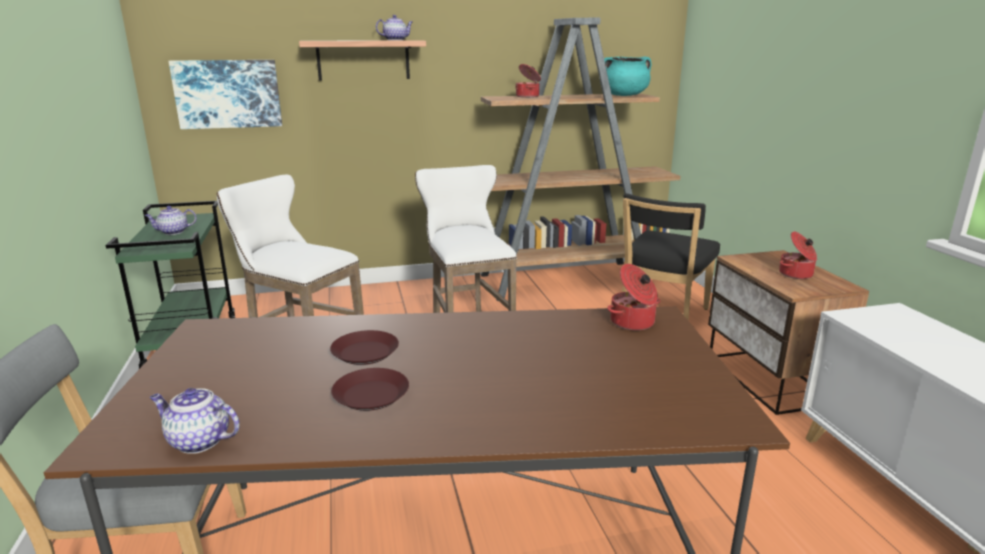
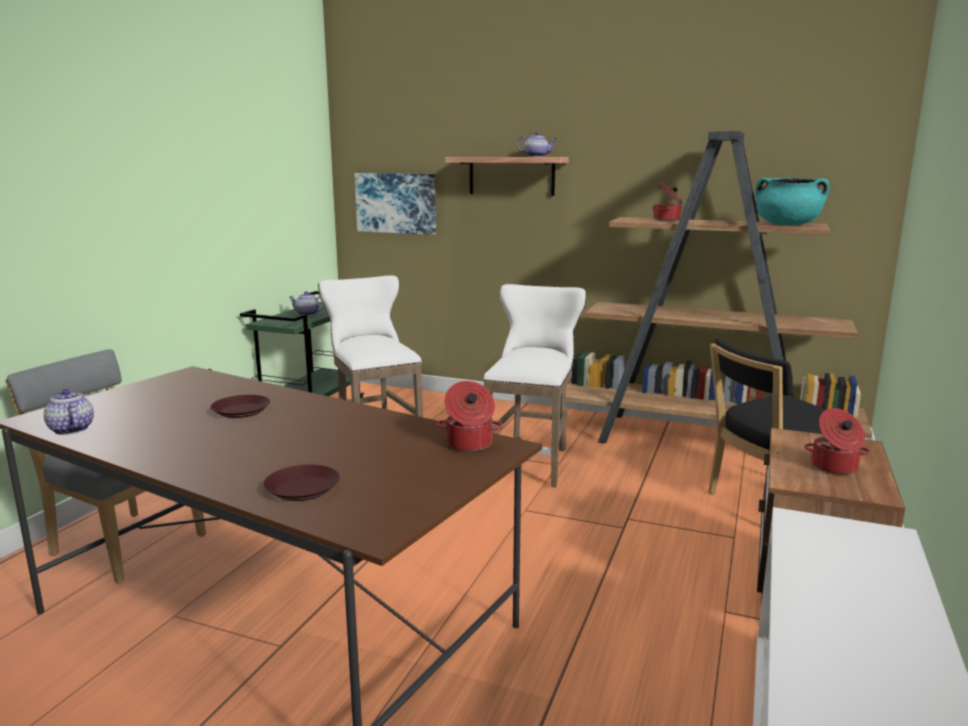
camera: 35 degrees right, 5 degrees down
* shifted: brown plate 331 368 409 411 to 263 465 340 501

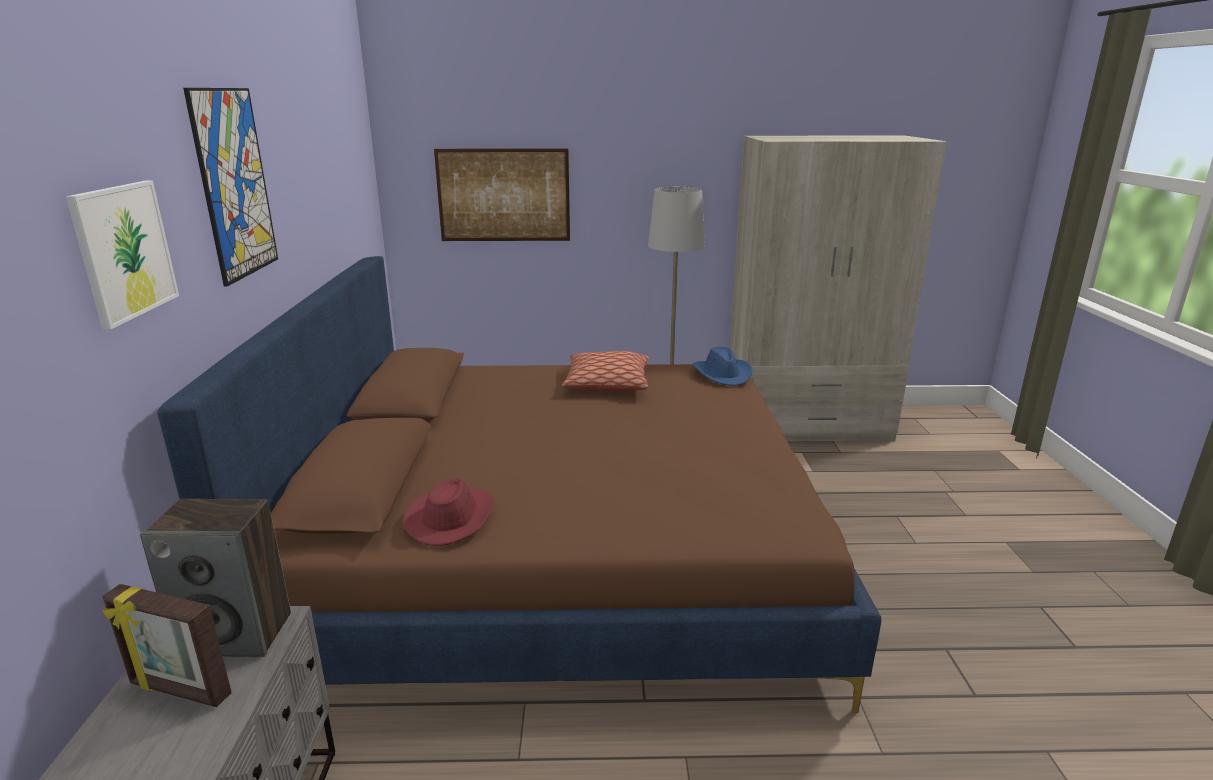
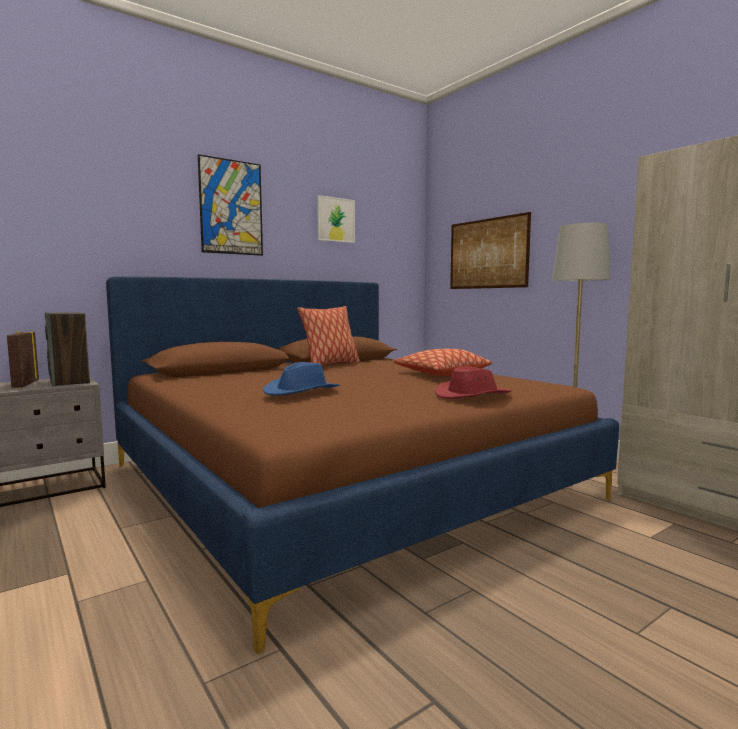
camera: 55 degrees right, 15 degrees down
* new: pillow 297 306 360 366
* shifted: wall art 66 181 179 330 to 317 195 355 243
* shifted: red clothing hat 402 478 495 546 to 435 367 512 399
* shifted: blue-coloured clothing hat 692 347 752 386 to 263 362 339 395

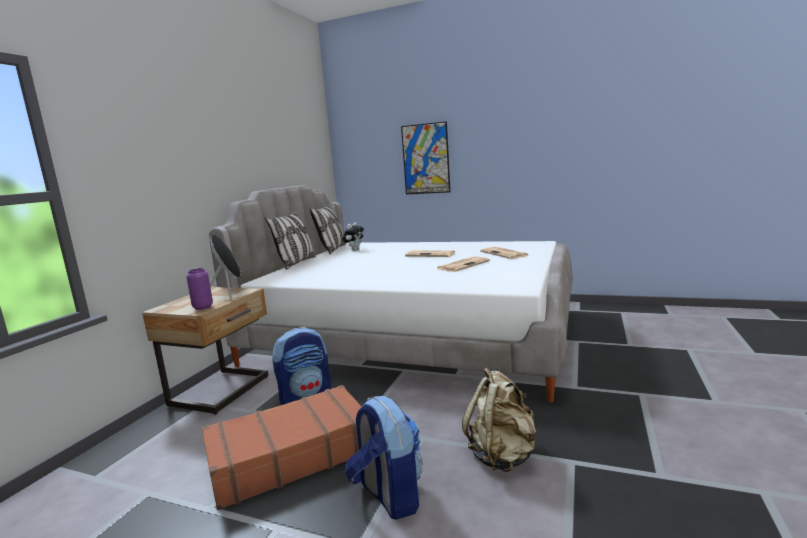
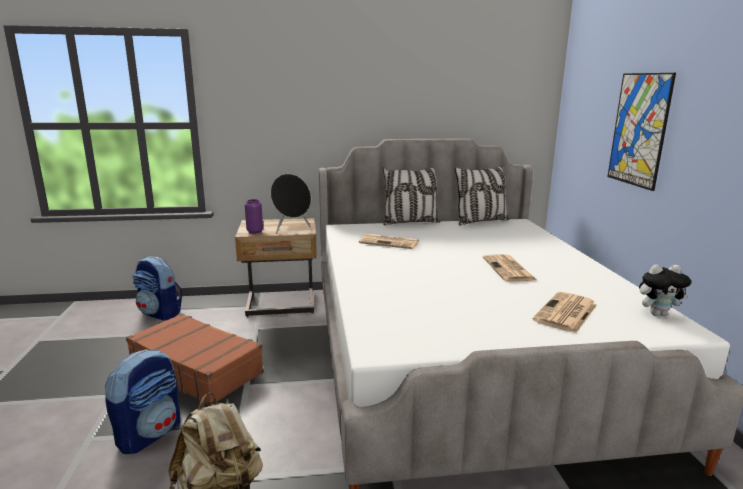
camera: 60 degrees right, 5 degrees up
* shifted: knapsack 273 327 331 405 to 132 257 182 321
* shifted: cuddly toy 343 222 364 250 to 639 264 691 316
* shifted: newspaper 437 256 490 272 to 359 234 419 249

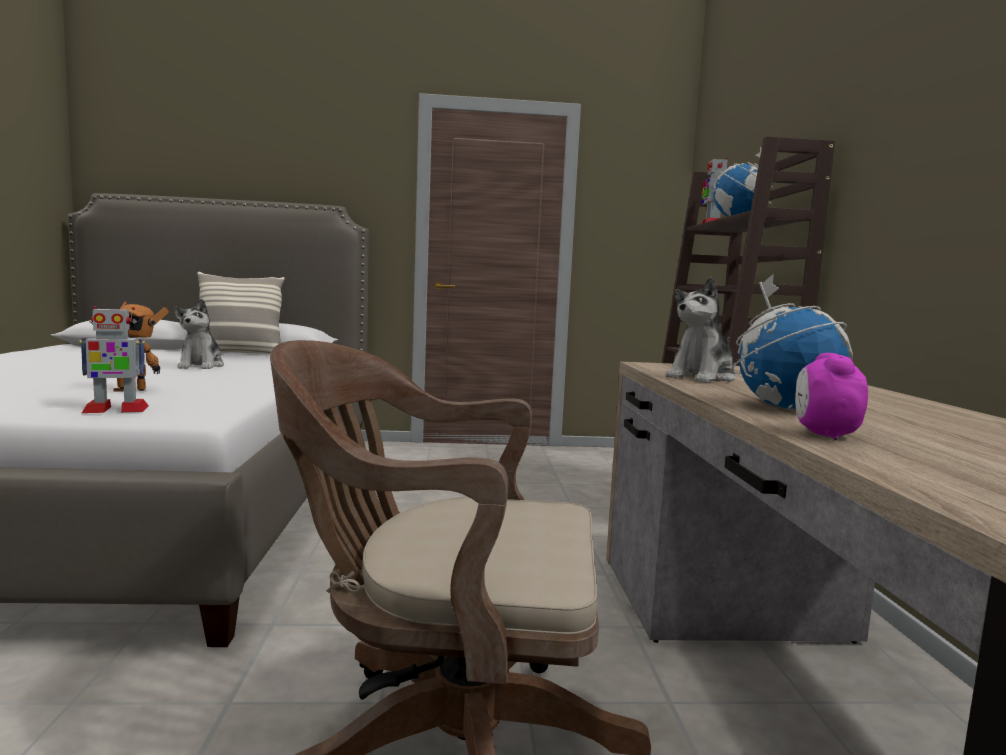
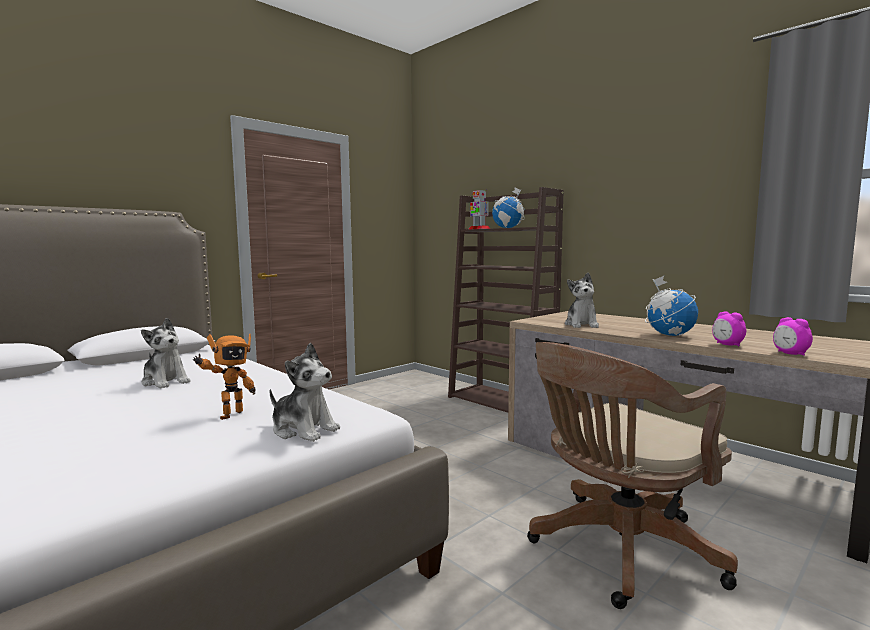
camera: 40 degrees left, 0 degrees up
* gone: pillow 197 272 284 354
* new: bedside clock 773 317 813 356
* swapped: robot figure 79 306 149 413 to cuddly toy 270 343 340 442

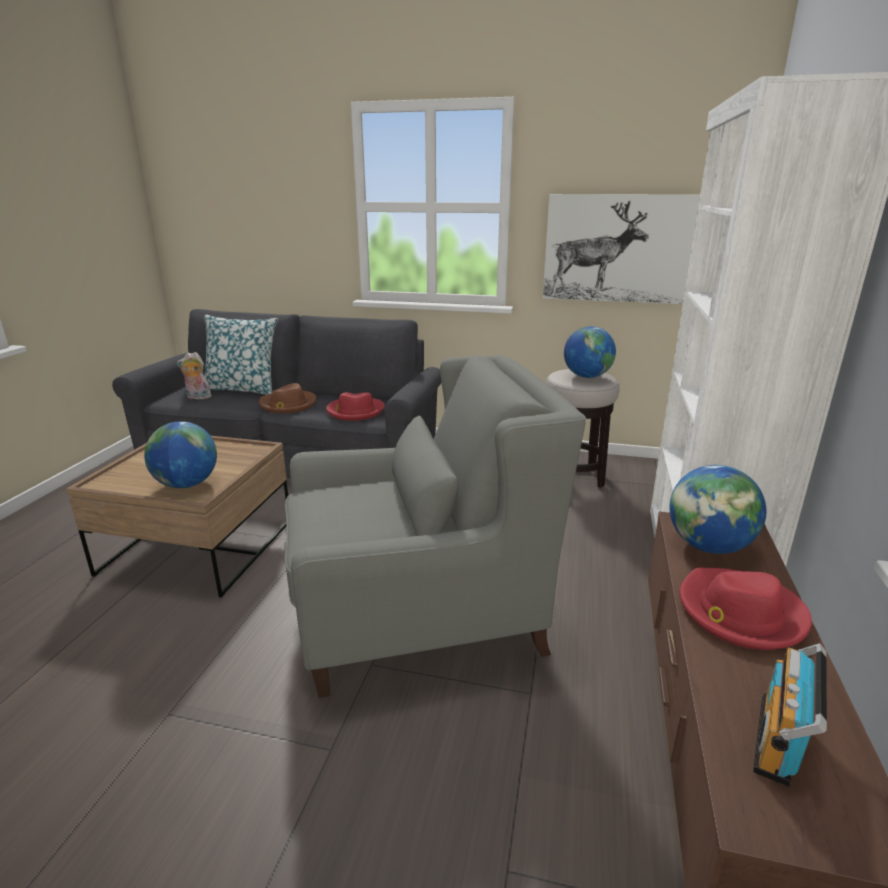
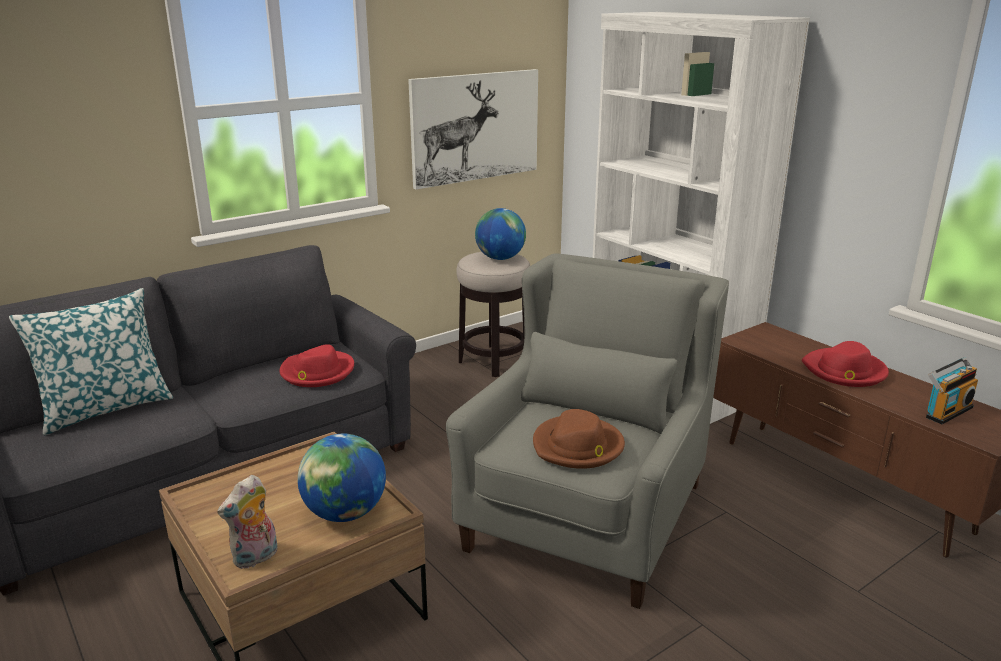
camera: 50 degrees left, 0 degrees up
* gone: desk globe 670 465 766 554
* shifted: cuddly toy 177 352 212 399 to 217 475 278 569
* shifted: brown clothing hat 259 383 317 413 to 533 409 625 469
* rotated: radio 753 643 827 787 = 926 357 978 424 105 degrees counterclockwise

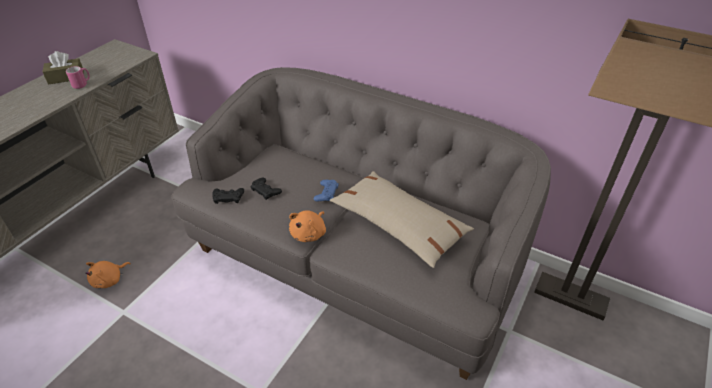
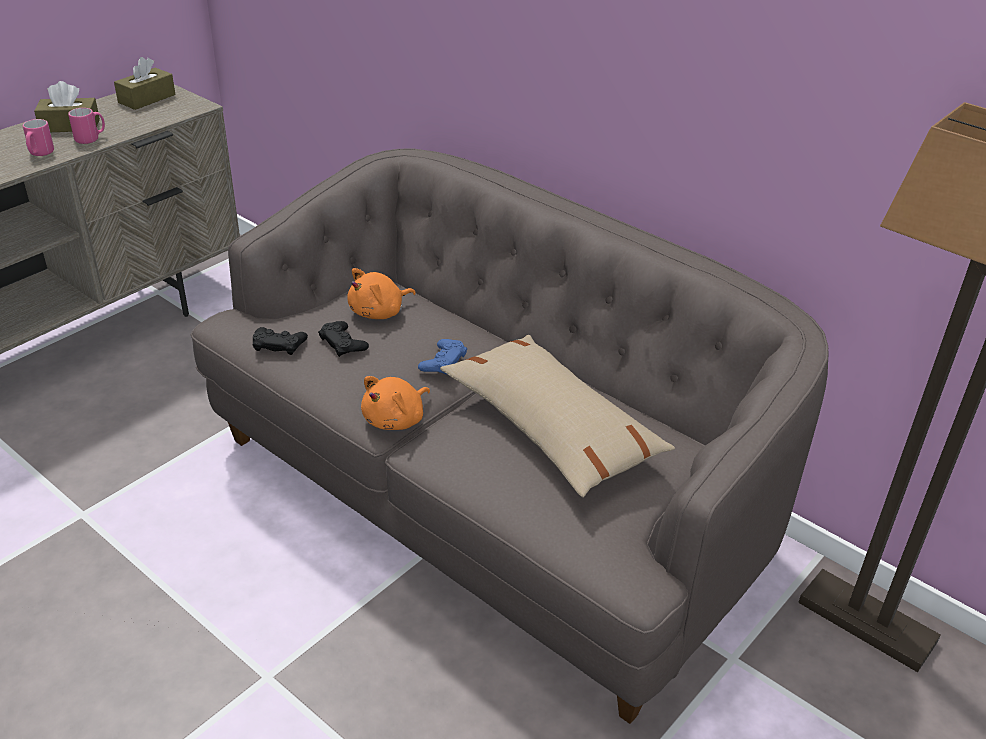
camera: 10 degrees right, 5 degrees down
* new: pink mug 23 119 54 156
* new: brown tissue holder 114 57 175 110
* shifted: orange cuddly toy 85 261 131 288 to 347 268 416 319

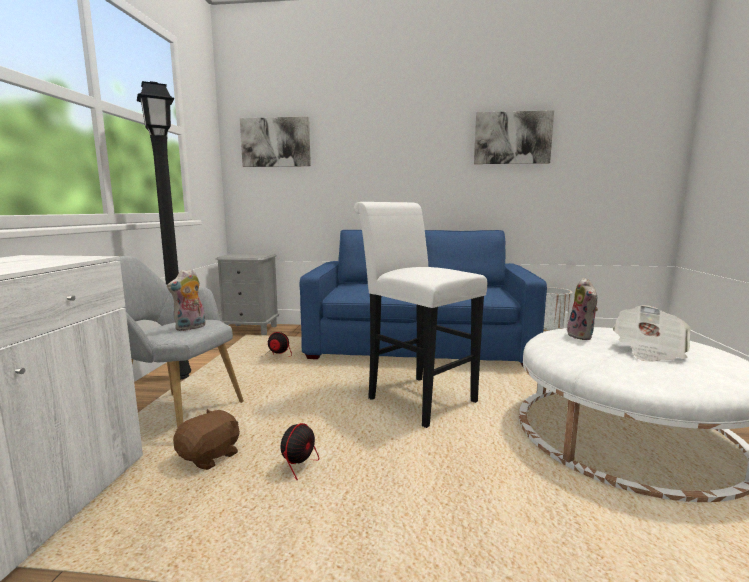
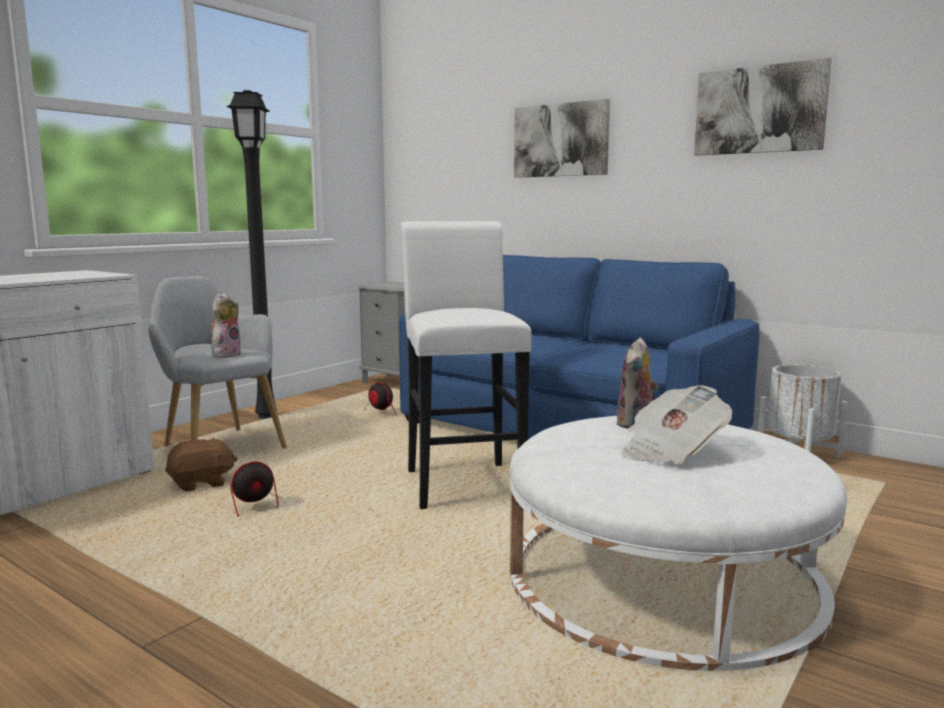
camera: 30 degrees right, 0 degrees up
* shifted: wall art 240 117 311 167 to 514 99 610 178
* rotated: cuddly toy 167 268 205 331 = 211 293 241 358 135 degrees clockwise

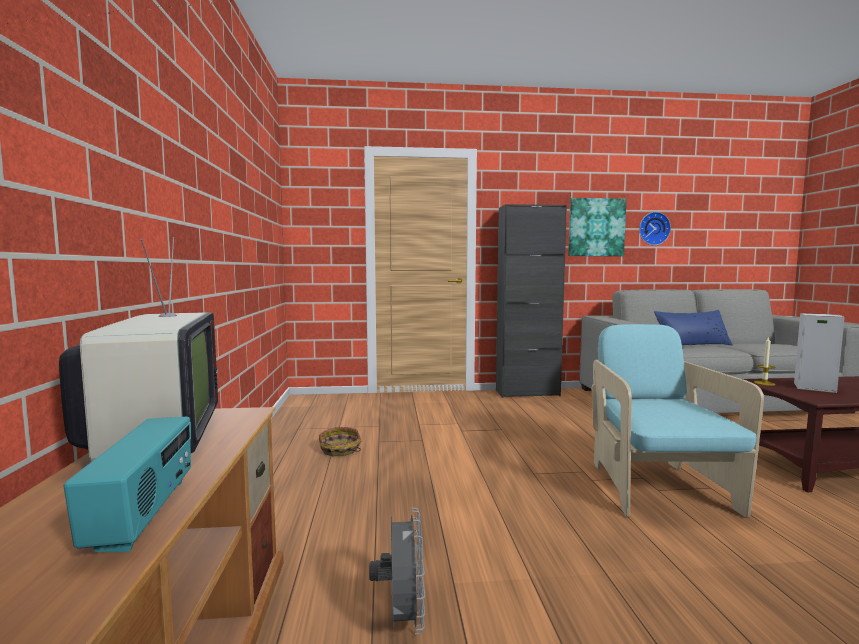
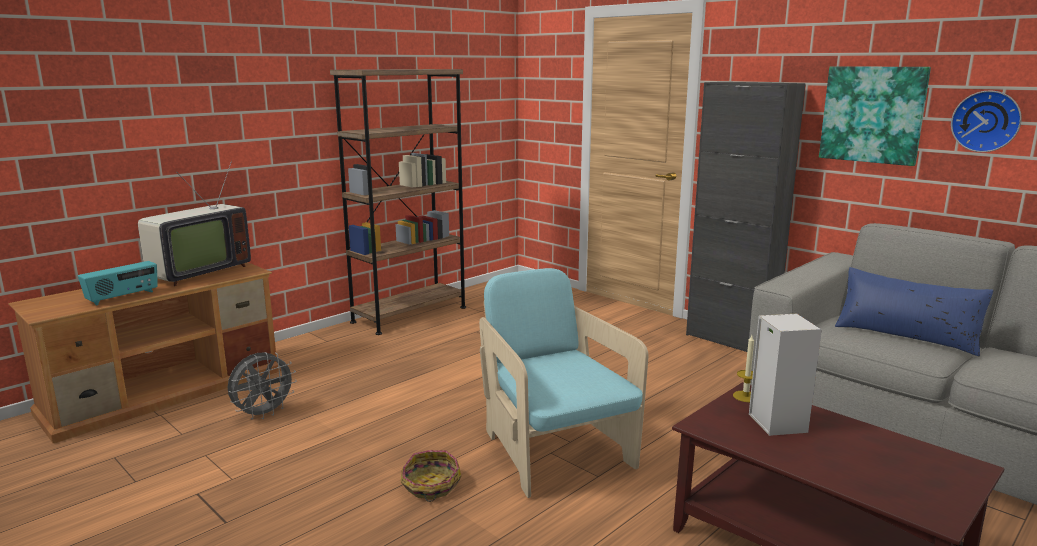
camera: 50 degrees right, 10 degrees up
* new: brown shelving unit 330 69 466 335
* shifted: household basket 319 427 362 456 to 401 450 462 502
* rotated: turquoise armchair 592 324 764 518 = 479 268 649 498 75 degrees counterclockwise

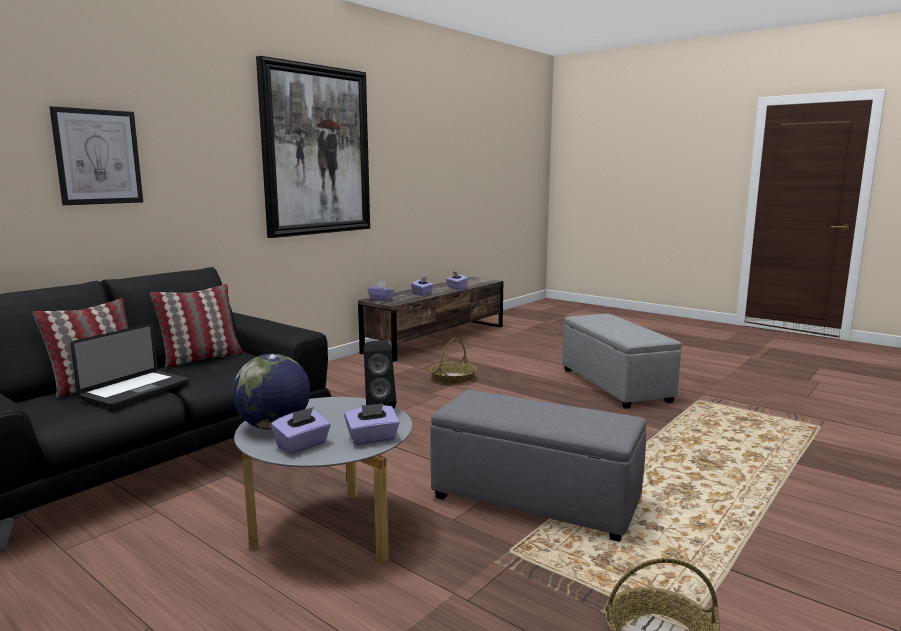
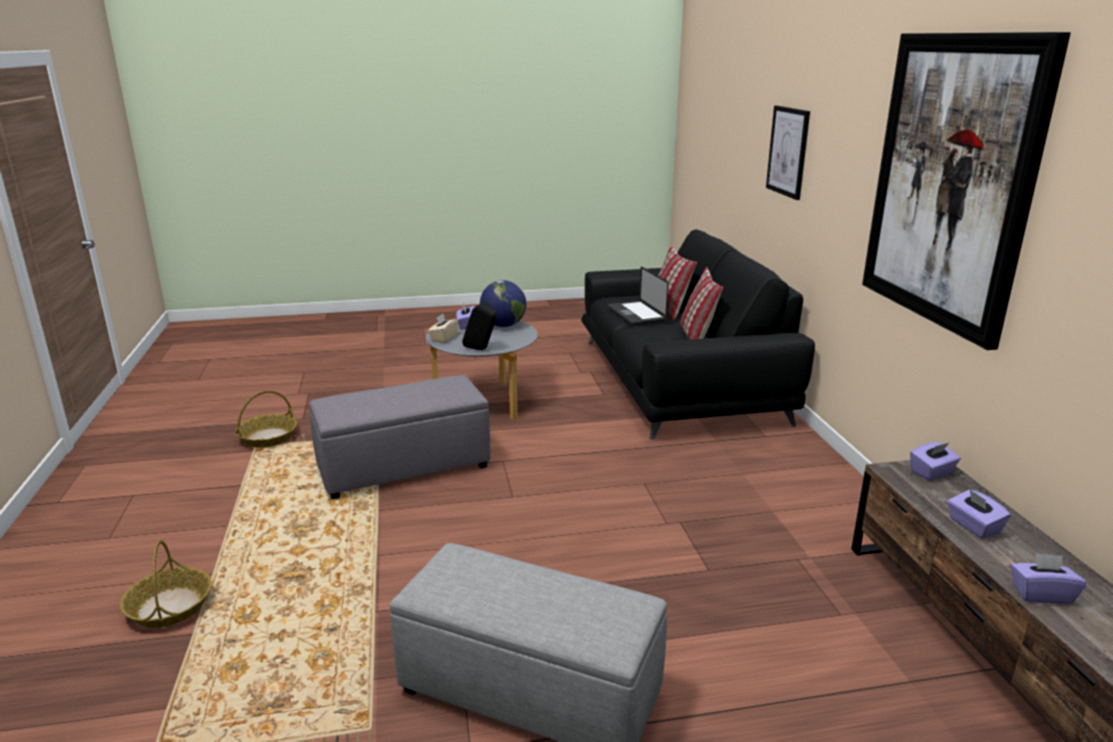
camera: 130 degrees right, 10 degrees up
* shifted: household basket 429 338 477 384 to 120 540 212 628
* repainted: purple-coloured tissue holder 344 403 400 445 to beige tissue holder 428 314 458 343

